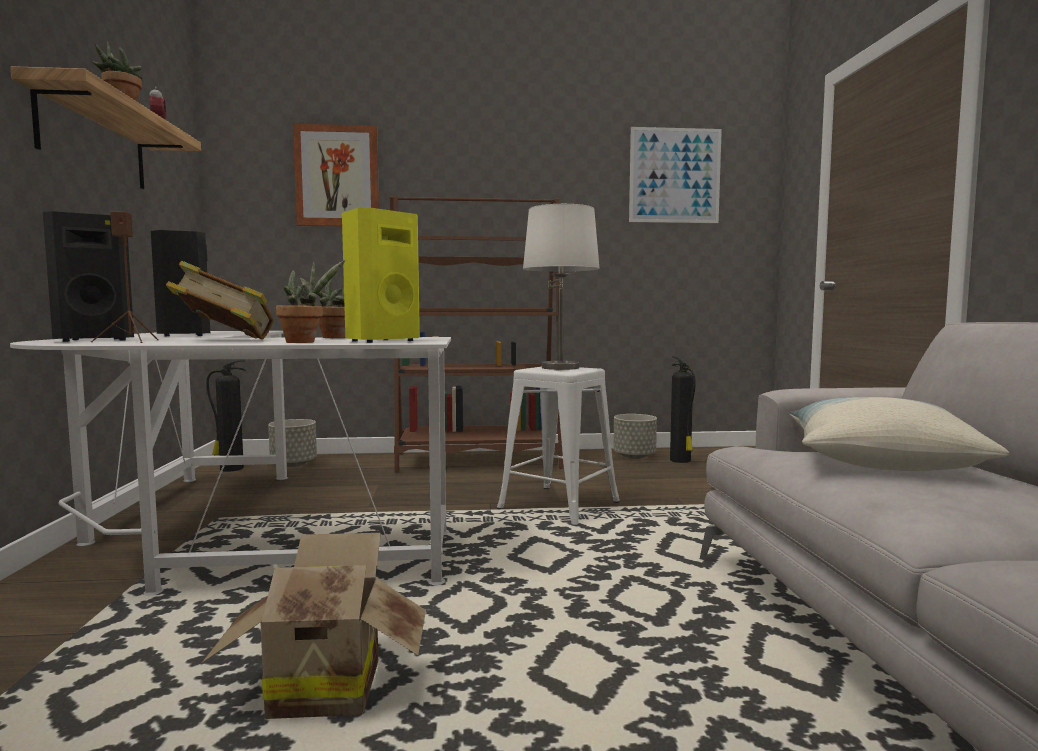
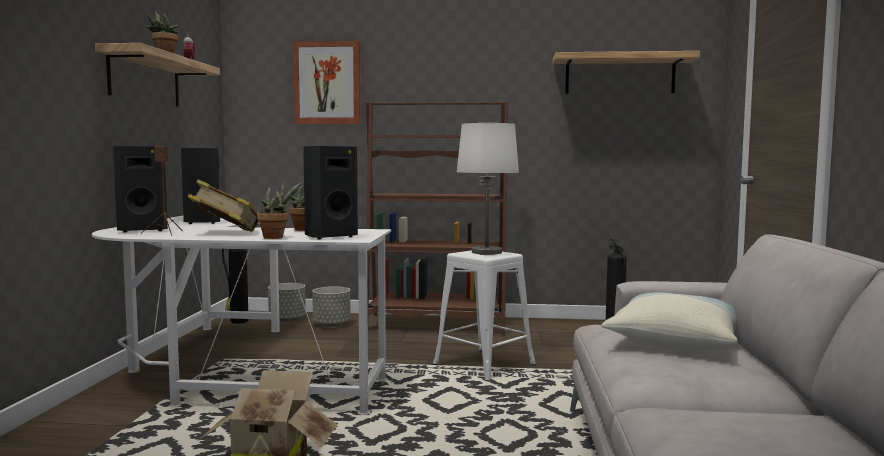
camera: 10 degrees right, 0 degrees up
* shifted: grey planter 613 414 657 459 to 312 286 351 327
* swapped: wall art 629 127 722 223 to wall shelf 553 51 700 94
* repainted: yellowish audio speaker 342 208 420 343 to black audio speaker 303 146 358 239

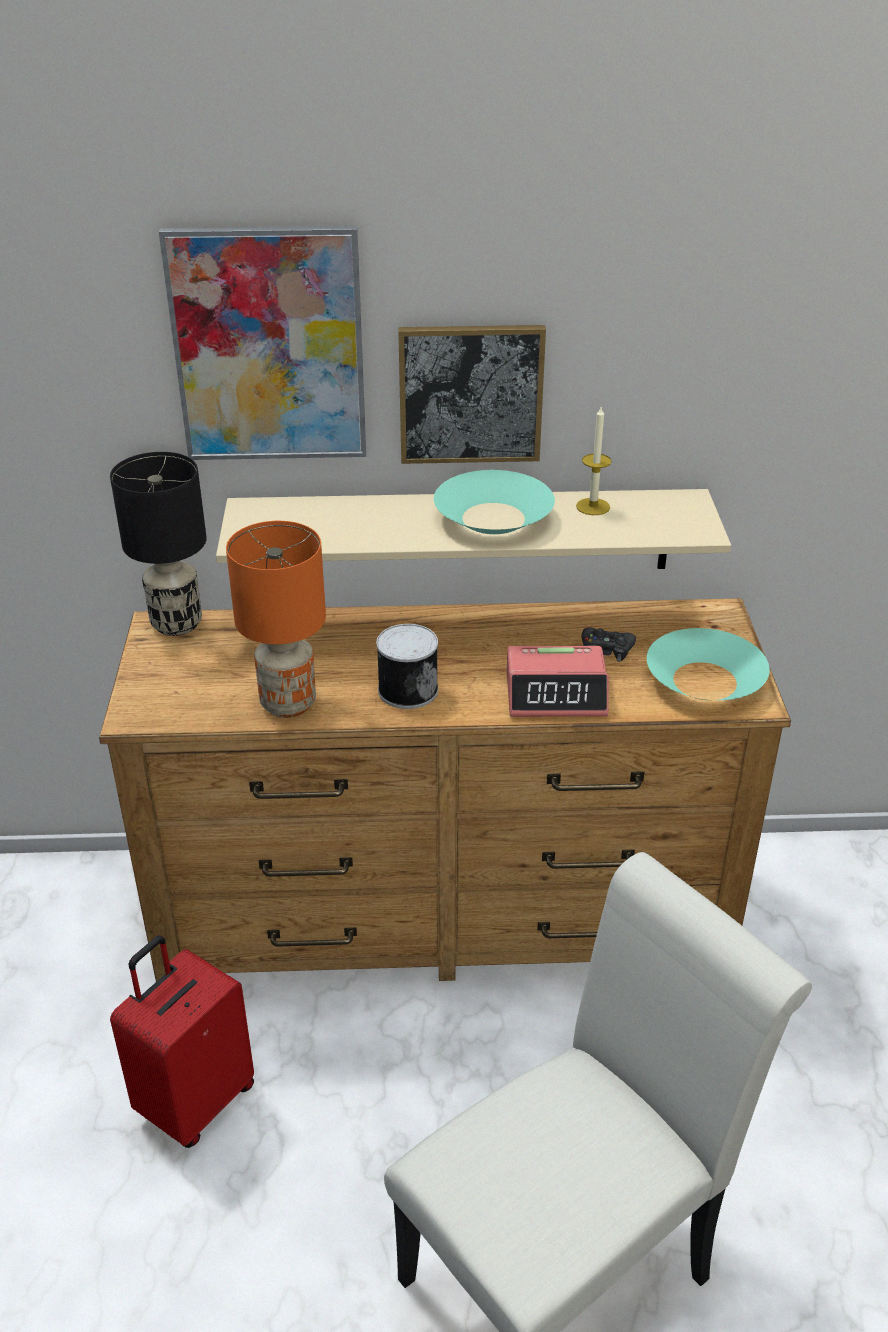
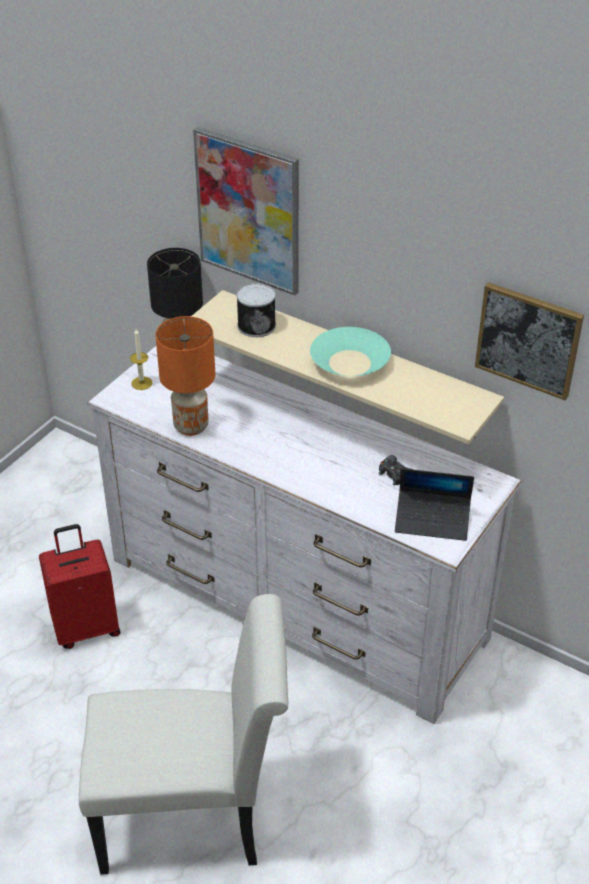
camera: 35 degrees right, 5 degrees up
* gone: bedside clock 507 646 609 717
* shifted: can 376 624 438 709 to 236 283 276 337
* shifted: wall art 398 325 546 464 to 475 282 584 400
* shifted: wax candle 576 405 612 515 to 130 329 152 390
* swapped: turquoise deep dish 647 628 770 700 to laptop 395 468 474 541
* repainted: brown chest of drawers 99 598 791 982 to white-coloured chest of drawers 87 346 522 724

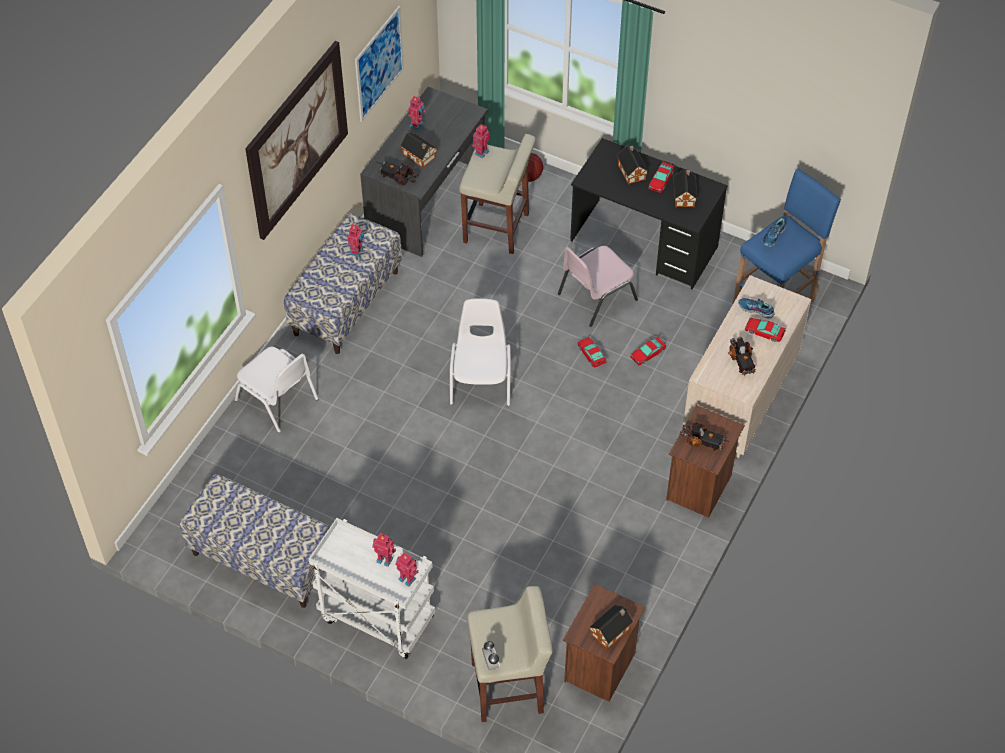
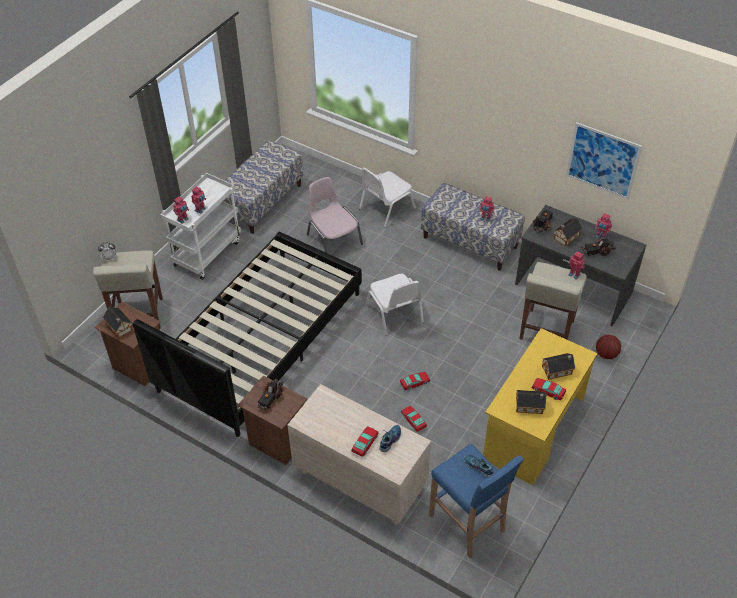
camera: 95 degrees right, 5 degrees down
* gone: wall art 245 41 348 240
* new: black bedroom bed 133 232 362 437
* shifted: pink upright chair 558 246 638 327 to 307 177 363 253
* shifted: model truck 728 337 756 375 to 582 239 616 256
* repainted: black desk 570 138 728 289 to yellowish desk 483 328 598 485
* rotated: white-coloured upright chair 450 298 511 406 = 366 274 424 336 60 degrees clockwise

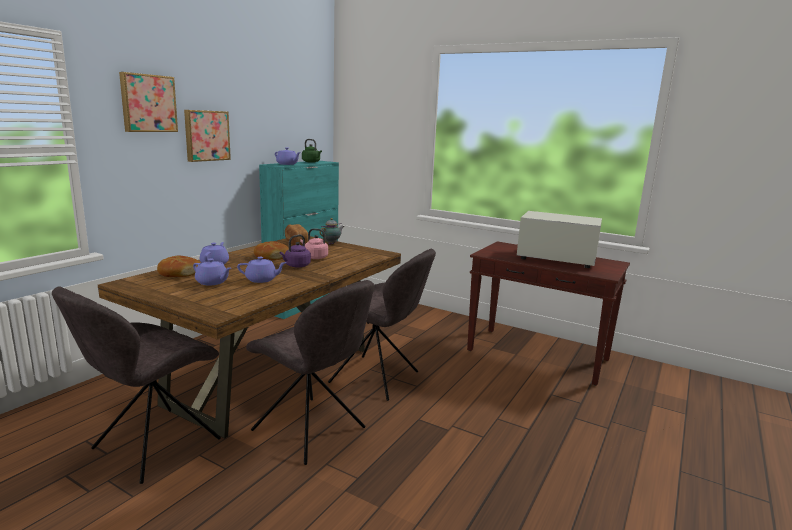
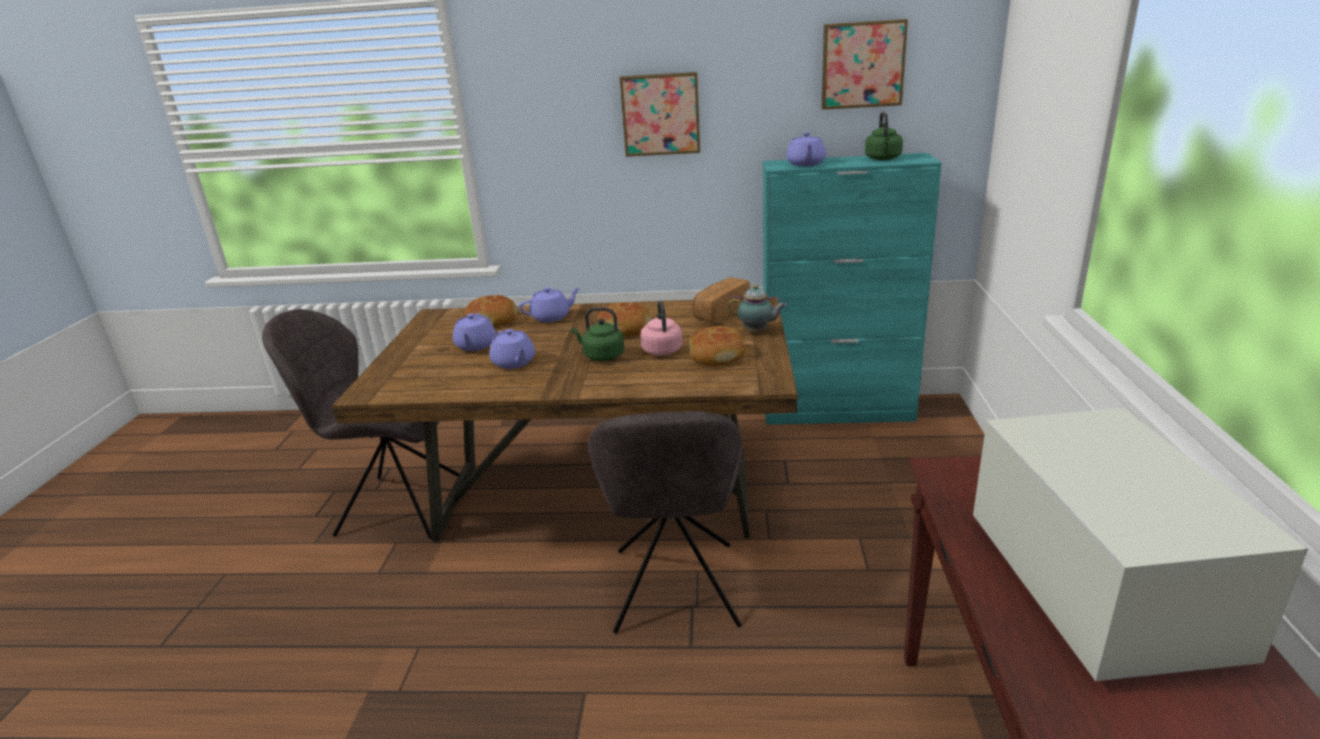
camera: 65 degrees right, 10 degrees up
* gone: grey upright chair 246 280 375 465
* new: bakery bread 689 326 745 366
* shifted: wall art 119 72 178 132 to 821 19 908 110
* repainted: purple-coloured tea kettle 279 235 311 268 to green-coloured tea kettle 571 307 624 361

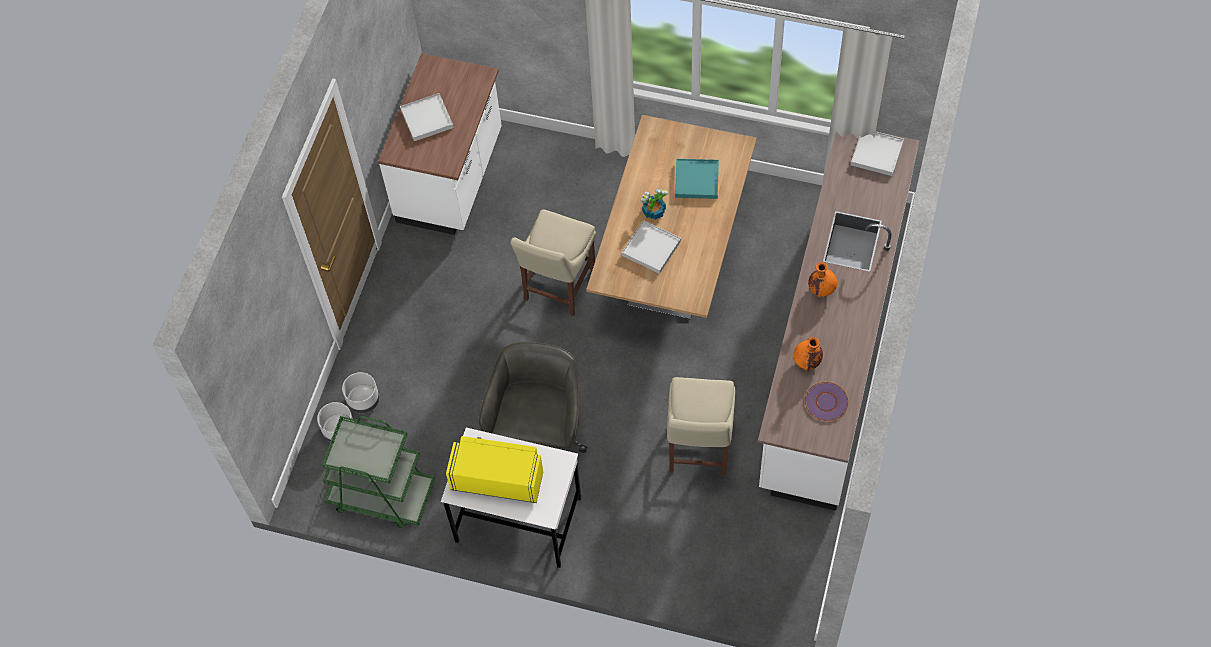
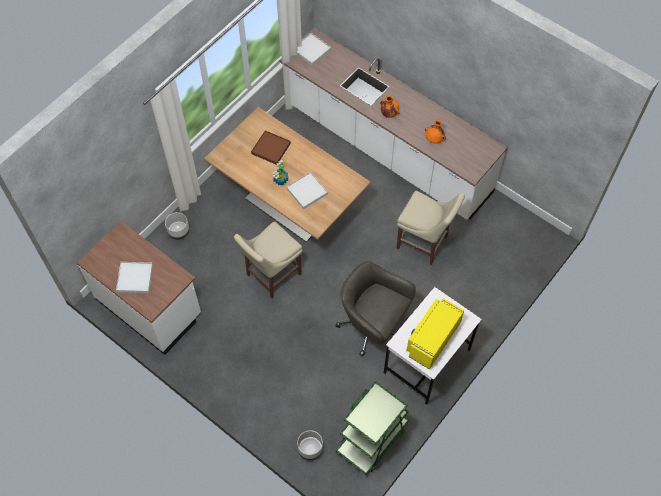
camera: 70 degrees left, 0 degrees up
* gone: purple-coloured plate 805 382 849 421
* shifted: grey planter 342 372 380 413 to 165 212 190 240
* repainted: turquoise serving tray 675 159 719 199 to brown serving tray 251 130 291 165
* rotated: beige upright chair 510 209 596 316 = 234 221 303 299 90 degrees clockwise

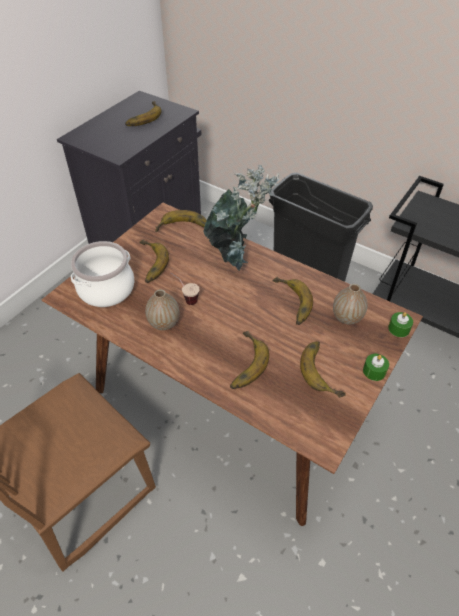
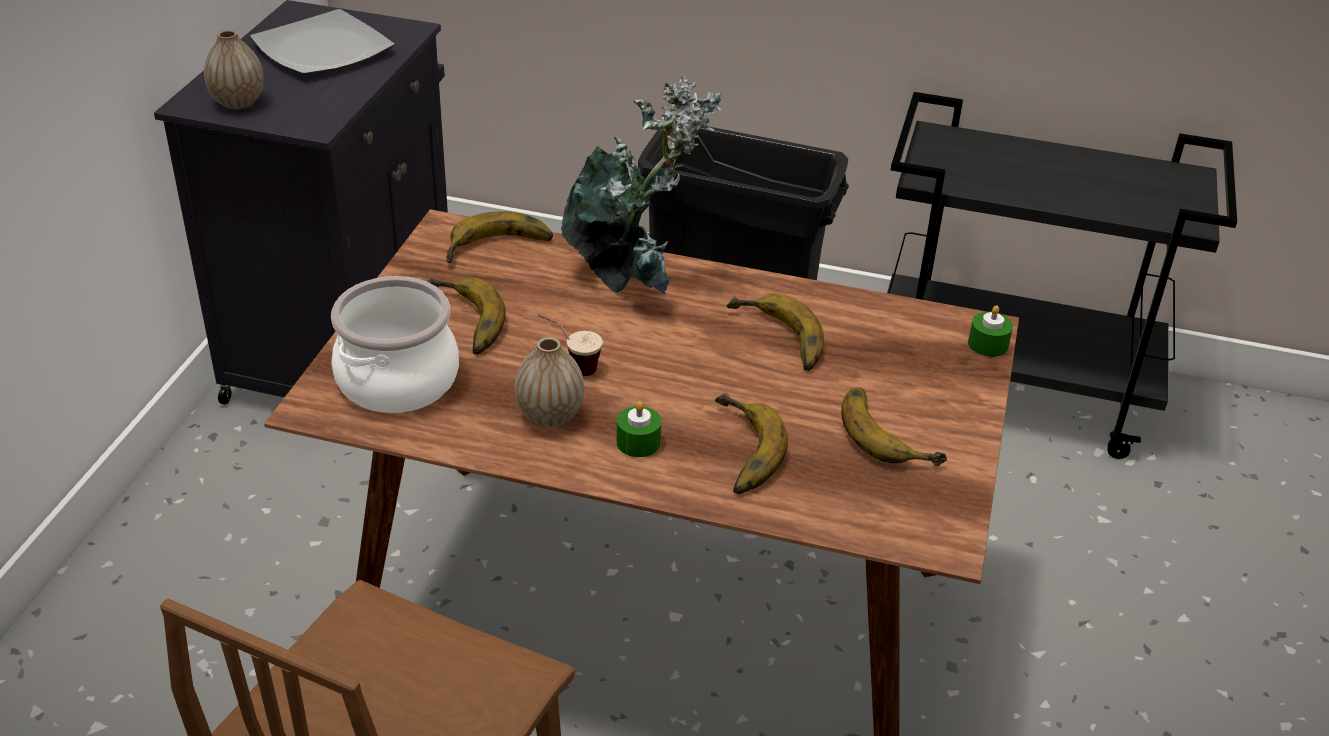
camera: 20 degrees left, 10 degrees down
* shifted: flower vase 333 284 368 325 to 204 30 264 109
* shifted: green-coloured wax candle 363 354 389 381 to 617 401 661 457
* swapped: whole banana 125 101 162 126 to plate 250 9 395 75

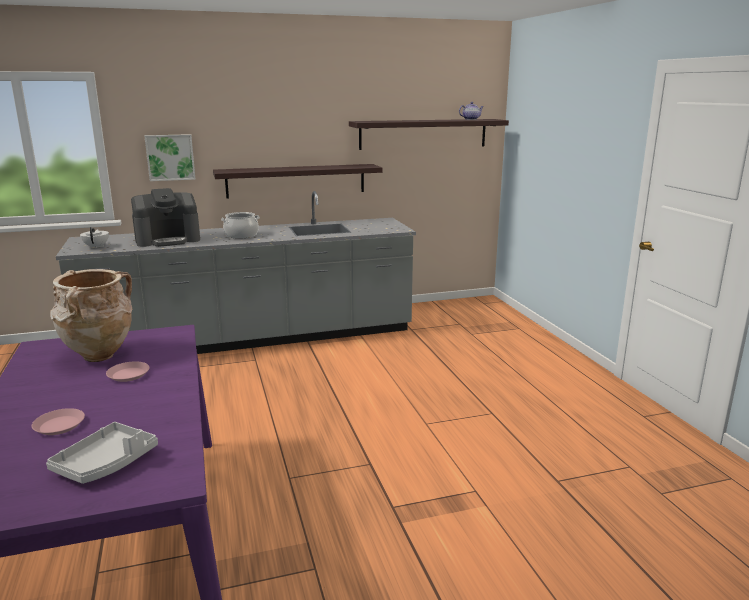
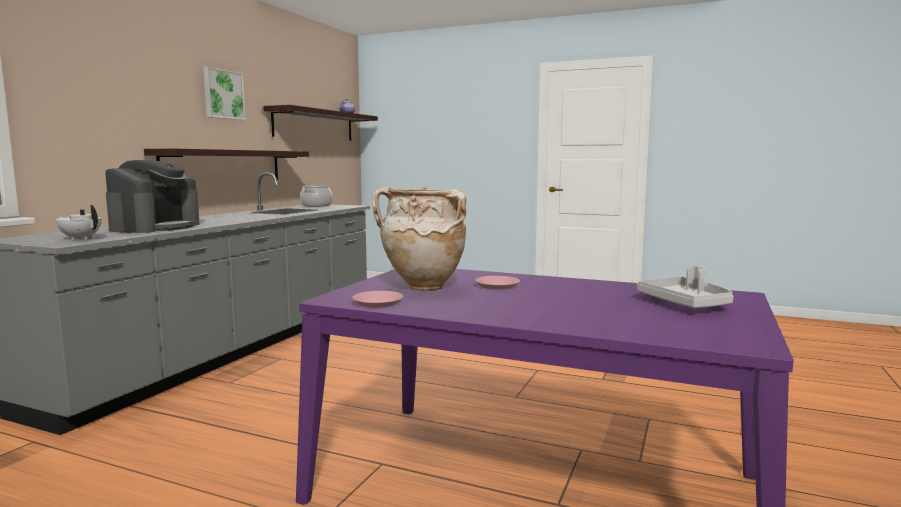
camera: 50 degrees left, 10 degrees down
* shifted: pink plate 32 408 85 435 to 352 291 404 308
* shifted: wall art 144 134 196 181 to 203 66 246 120
* shifted: cooking pot 221 212 260 239 to 300 186 333 206

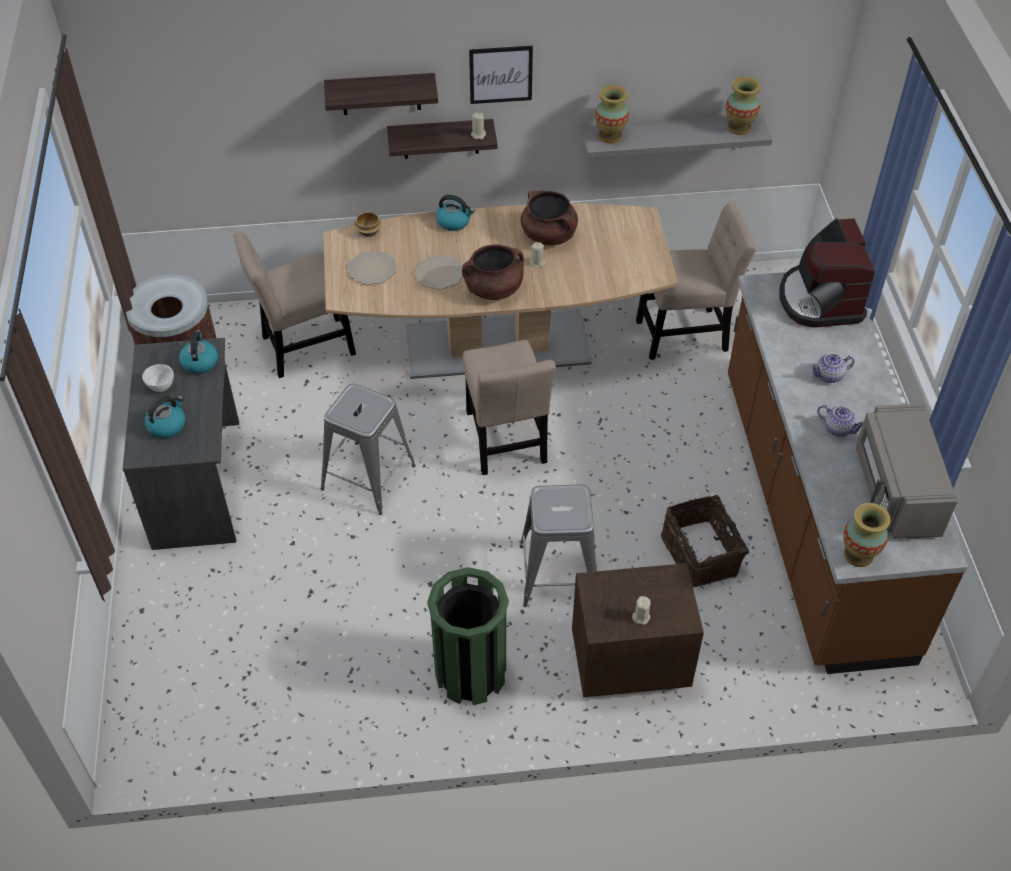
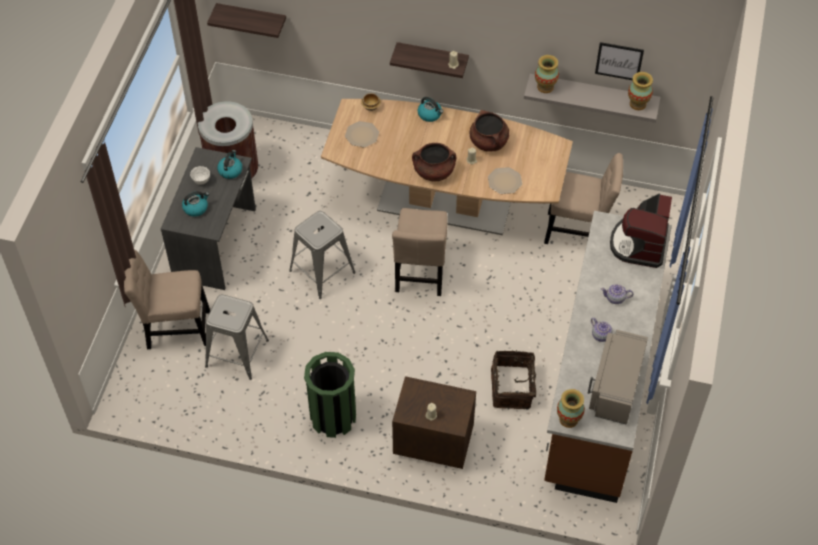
camera: 20 degrees right, 5 degrees up
* shifted: beige upright chair 233 231 356 378 to 124 249 210 349
* shifted: wall shelf 324 73 438 115 to 207 3 286 38
* shifted: plate 414 255 463 290 to 488 167 522 194
* shifted: wall art 469 46 533 104 to 595 42 644 80
* shifted: grey stool seat 520 485 597 607 to 205 295 269 380

